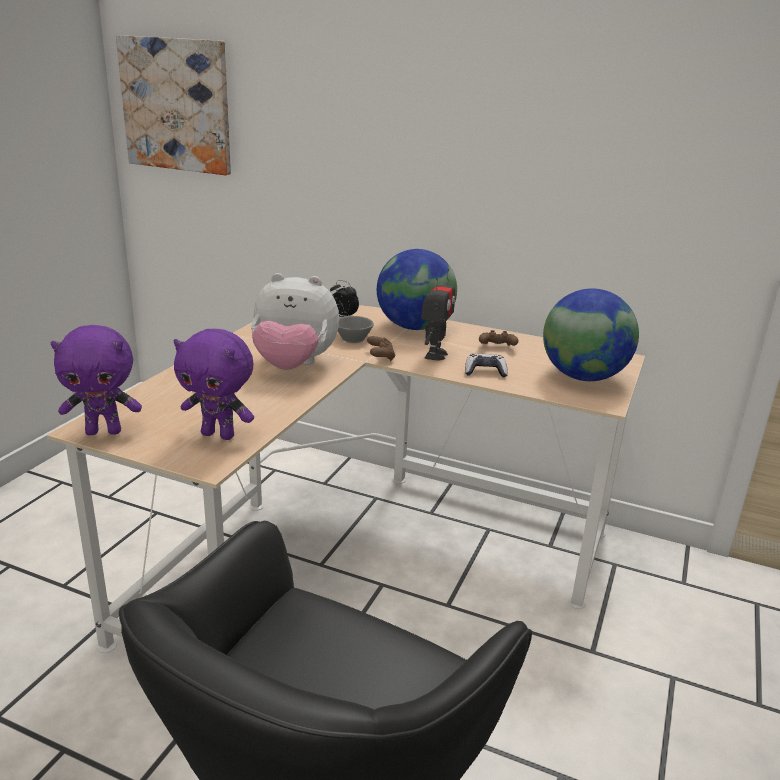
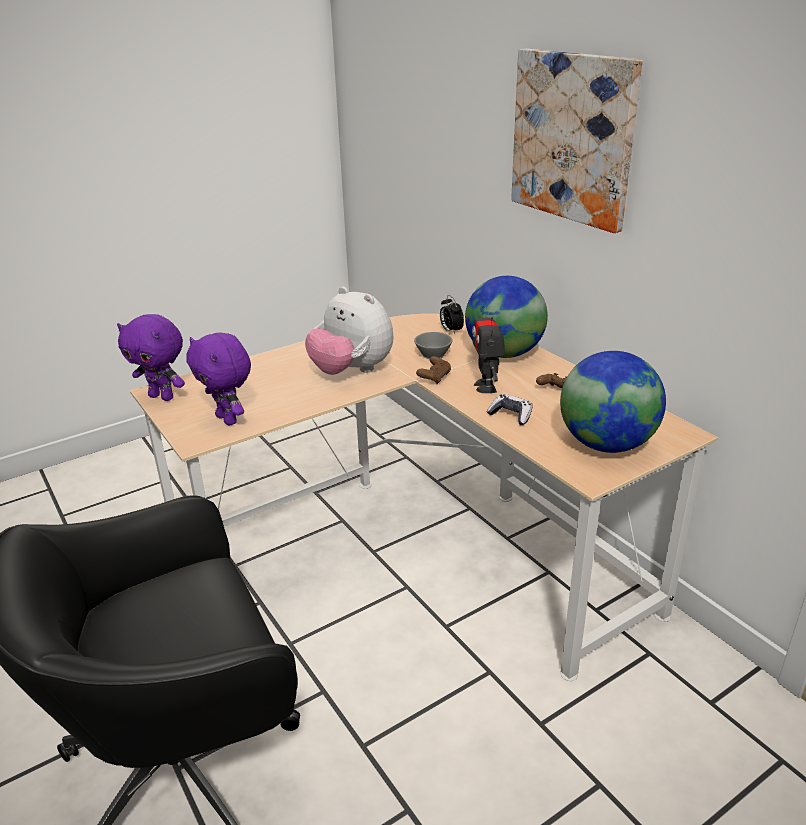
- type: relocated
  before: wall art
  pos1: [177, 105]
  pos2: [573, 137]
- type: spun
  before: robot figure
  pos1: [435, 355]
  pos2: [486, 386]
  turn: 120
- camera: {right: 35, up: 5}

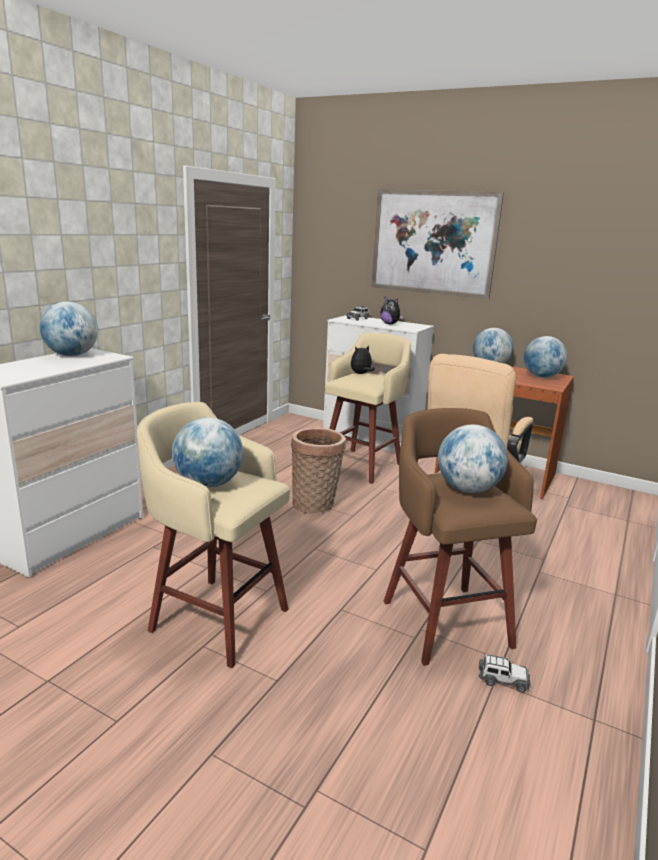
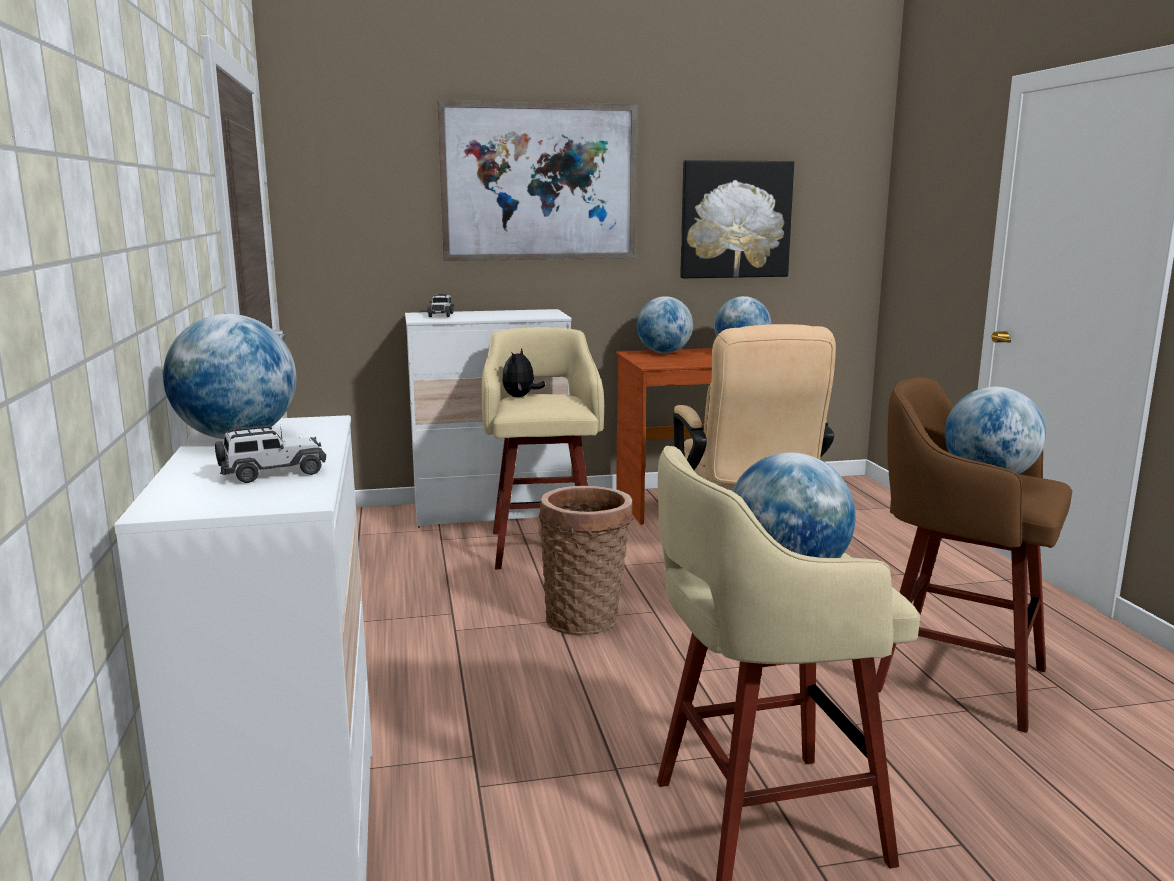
- type: missing
  before: cuddly toy
  pos1: [390, 324]
- type: relocated
  before: miniature car
  pos1: [503, 680]
  pos2: [273, 473]
- type: appeared
  after: wall art
  pos2: [735, 219]
- camera: {right: -40, up: -5}

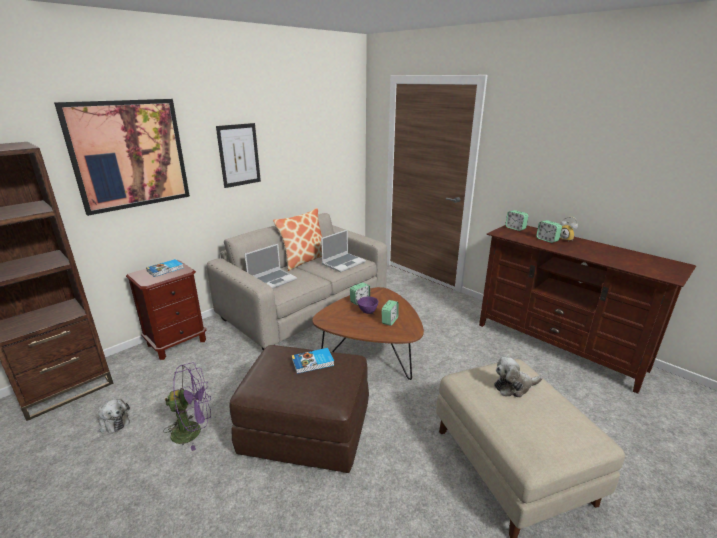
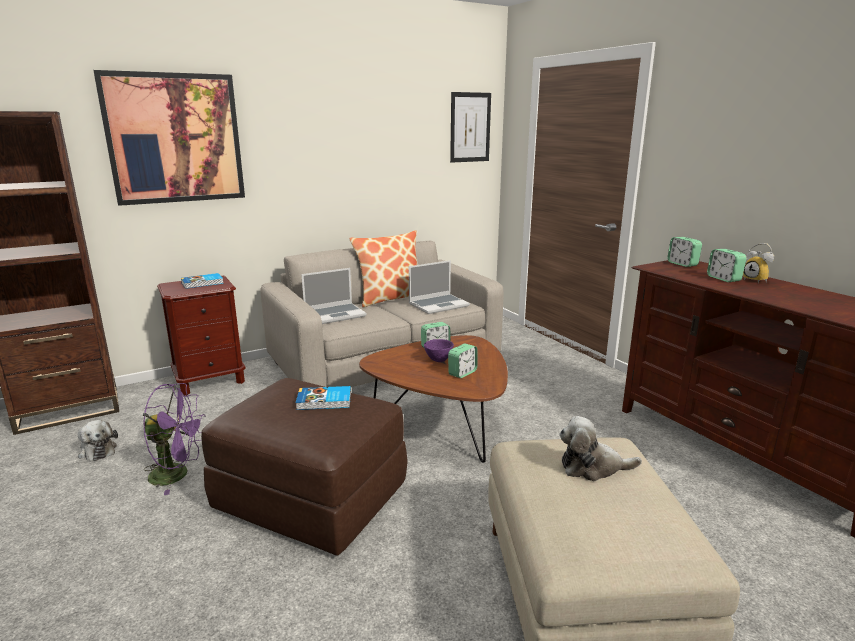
- type: relocated
  before: wall art
  pos1: [239, 155]
  pos2: [470, 127]
- camera: {right: 15, up: -5}

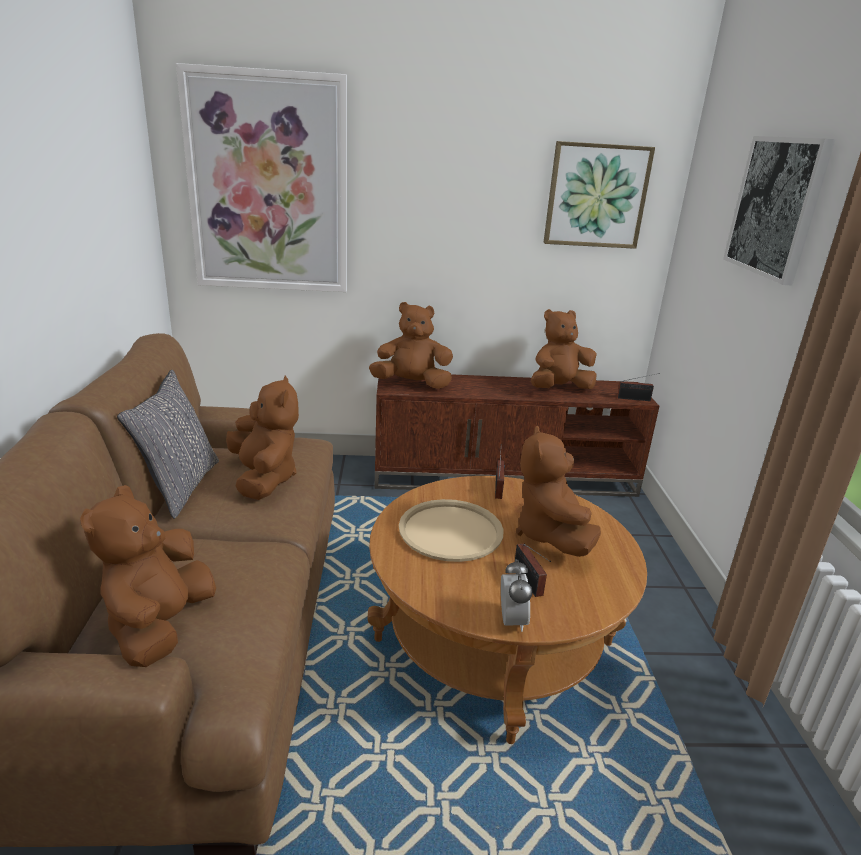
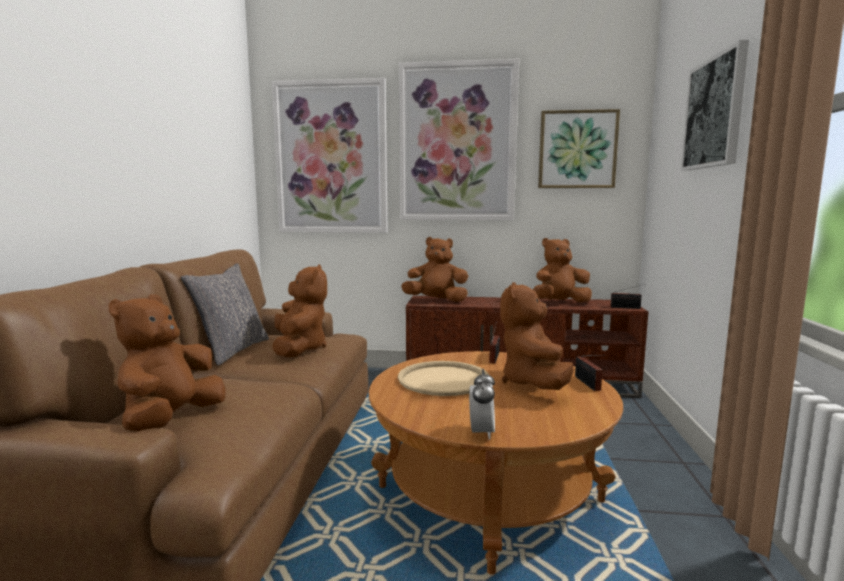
- type: relocated
  before: radio receiver
  pos1: [528, 582]
  pos2: [588, 384]
- type: appeared
  after: wall art
  pos2: [457, 143]
- camera: {right: 10, up: -15}

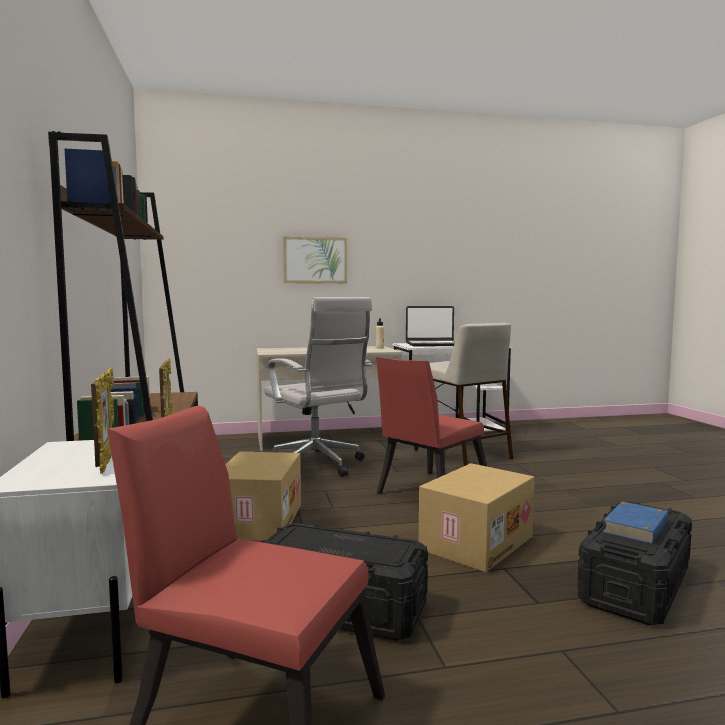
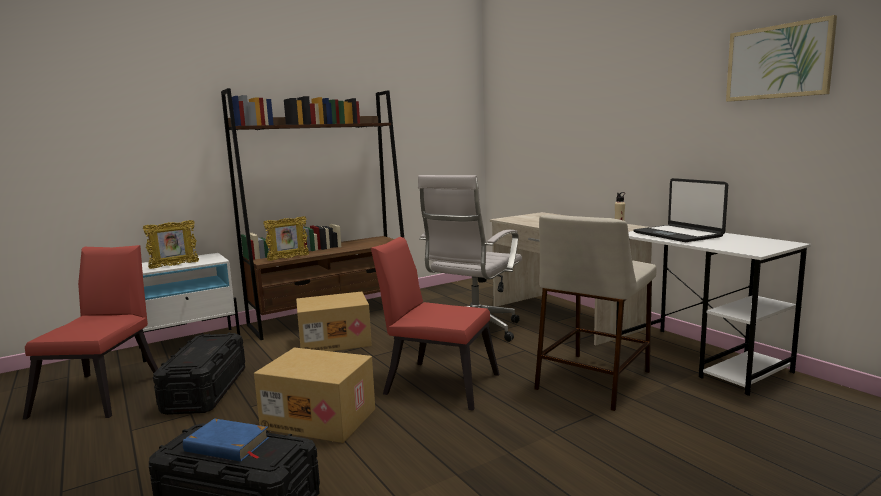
- type: relocated
  before: wall art
  pos1: [315, 260]
  pos2: [778, 62]
- camera: {right: 70, up: 5}

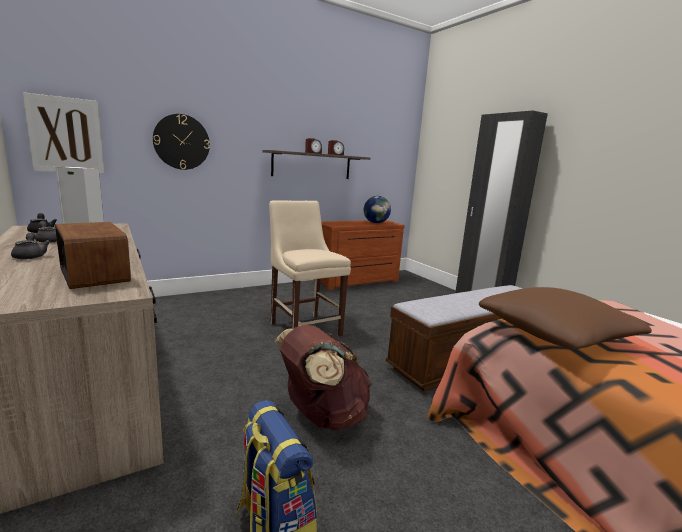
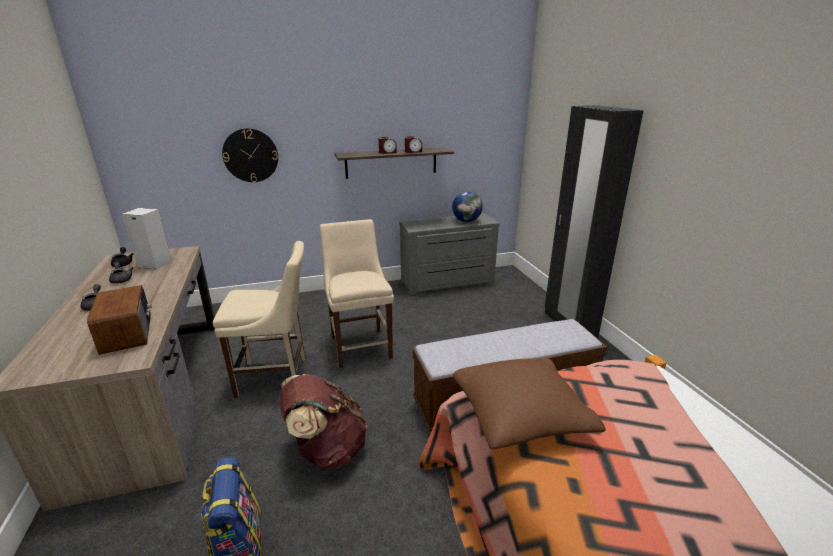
- type: missing
  before: wall art
  pos1: [66, 135]
- type: colour
  before: brownish chest of drawers
  after: greyish chest of drawers
  pos1: [358, 281]
  pos2: [448, 282]
- type: appeared
  after: beige-coloured plain chair
  pos2: [276, 376]
- camera: {right: 15, up: 10}

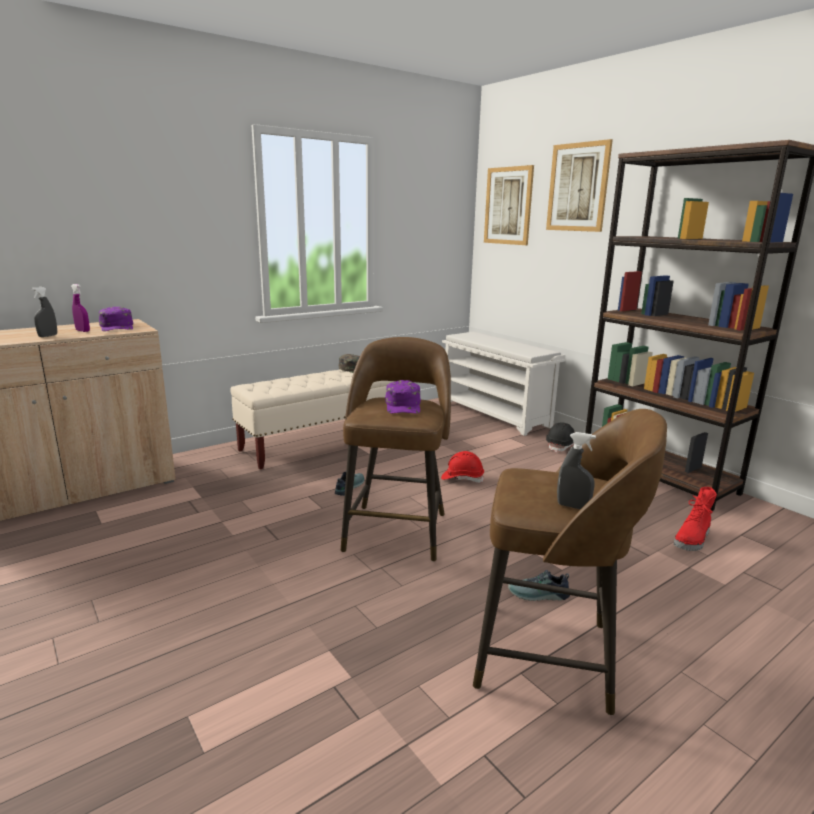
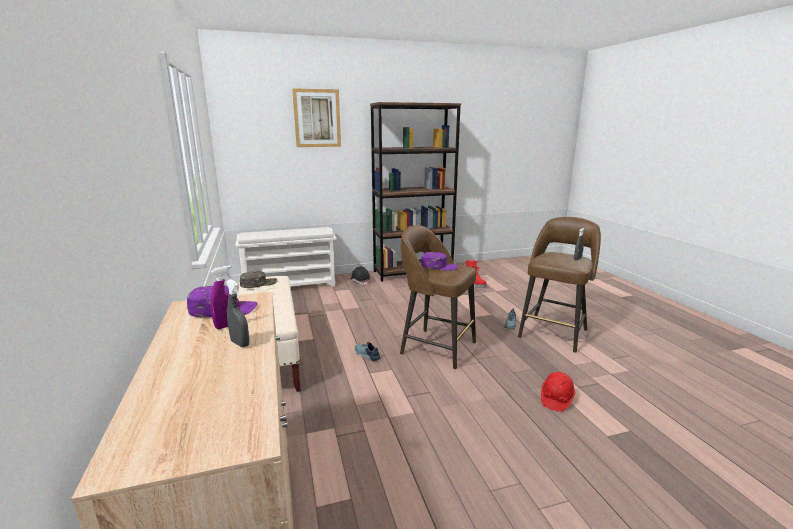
- type: relocated
  before: red work helmet
  pos1: [462, 478]
  pos2: [556, 399]
- type: missing
  before: wall art
  pos1: [508, 206]
- camera: {right: -70, up: 0}

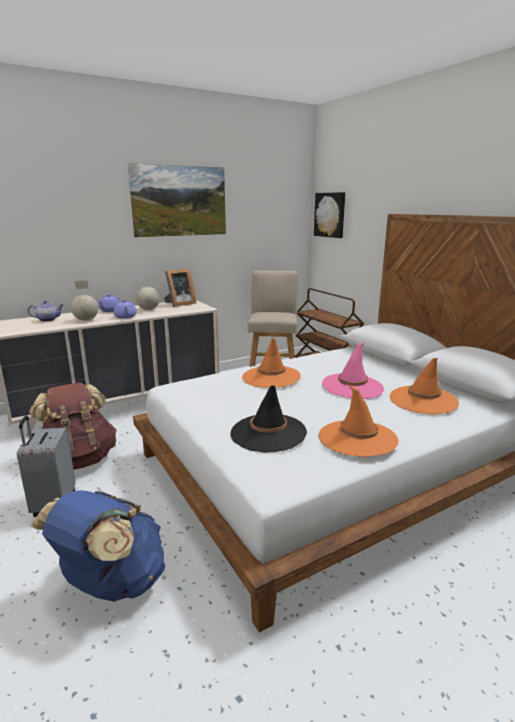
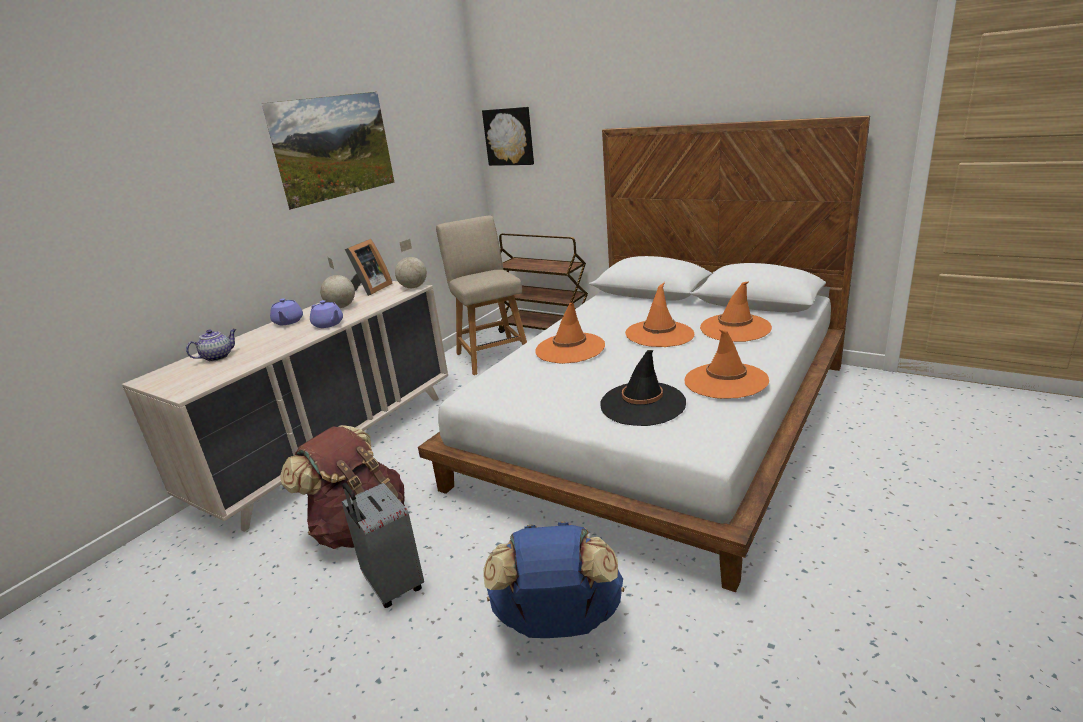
- type: relocated
  before: desk globe
  pos1: [86, 320]
  pos2: [414, 287]
- type: colour
  before: pink-coloured hat
  after: orange-coloured hat
  pos1: [352, 386]
  pos2: [659, 334]
- camera: {right: -25, up: 5}

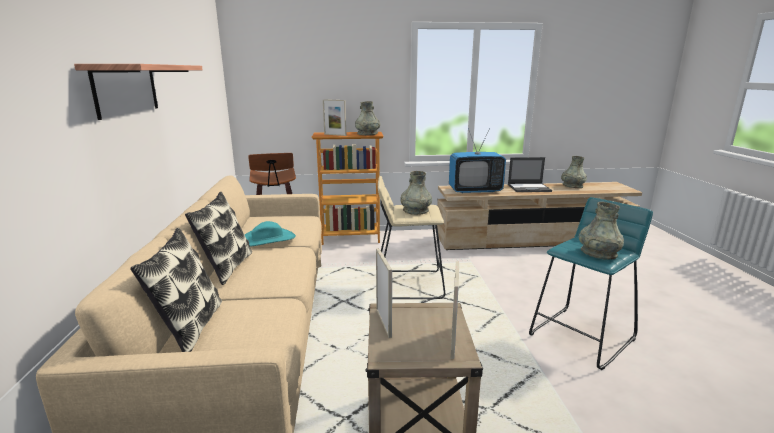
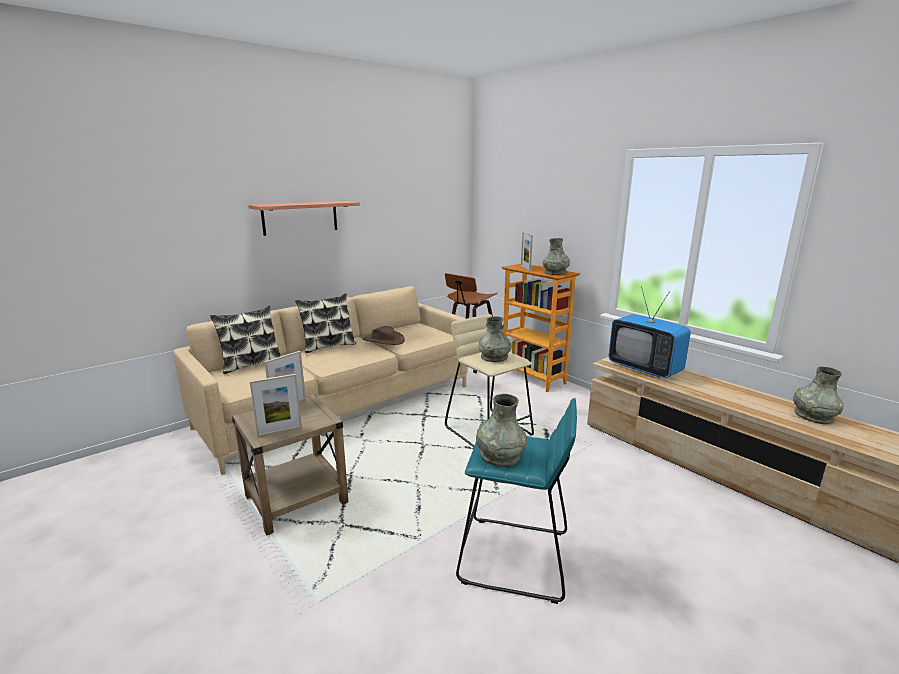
- type: colour
  before: blue-green hat
  after: brownish hat
  pos1: [268, 239]
  pos2: [383, 340]
- type: missing
  before: laptop
  pos1: [529, 188]
- camera: {right: 55, up: 0}

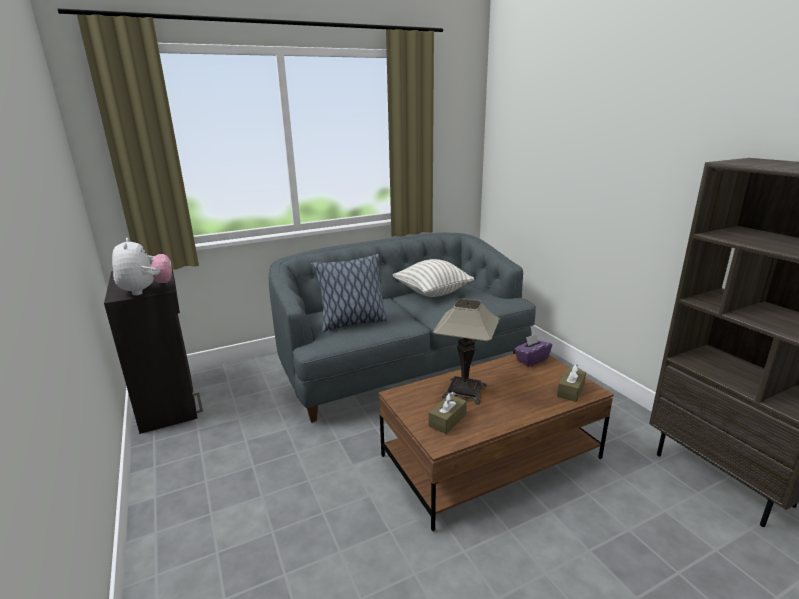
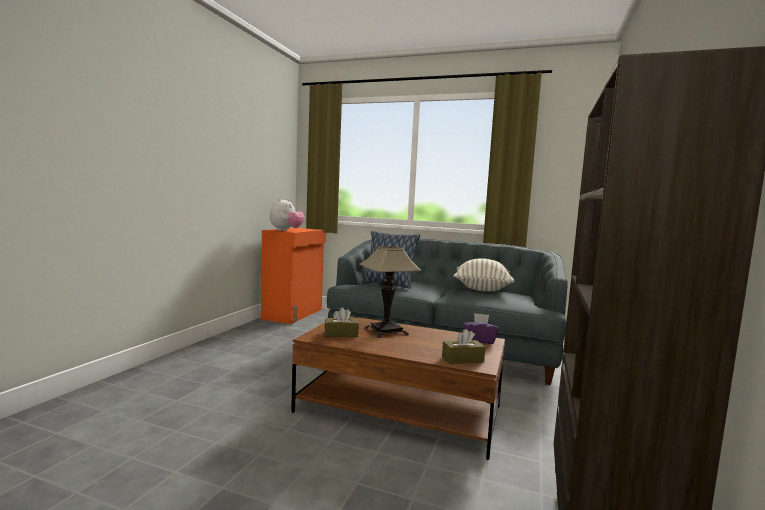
- type: colour
  before: blackish storage cabinet
  after: orange-coloured storage cabinet
  pos1: [169, 400]
  pos2: [294, 314]
- camera: {right: 45, up: -15}

